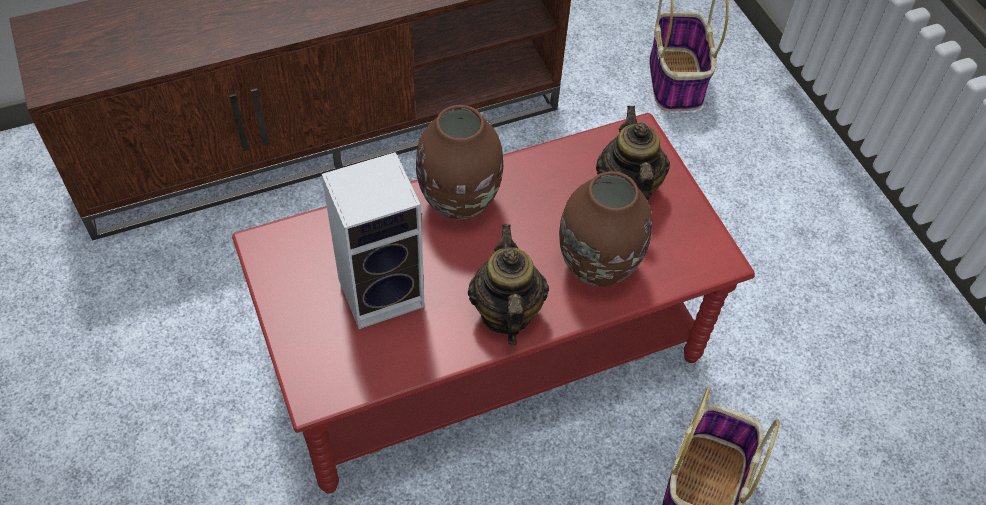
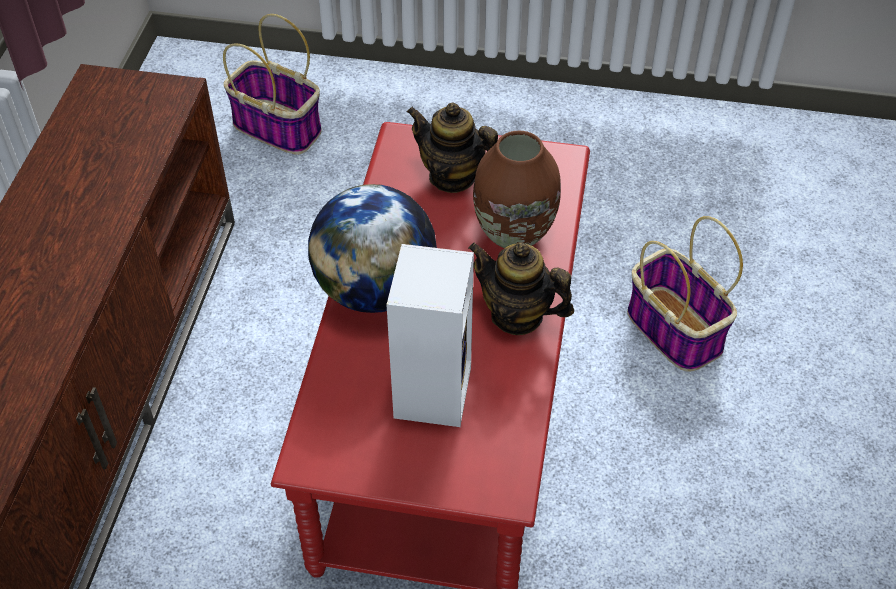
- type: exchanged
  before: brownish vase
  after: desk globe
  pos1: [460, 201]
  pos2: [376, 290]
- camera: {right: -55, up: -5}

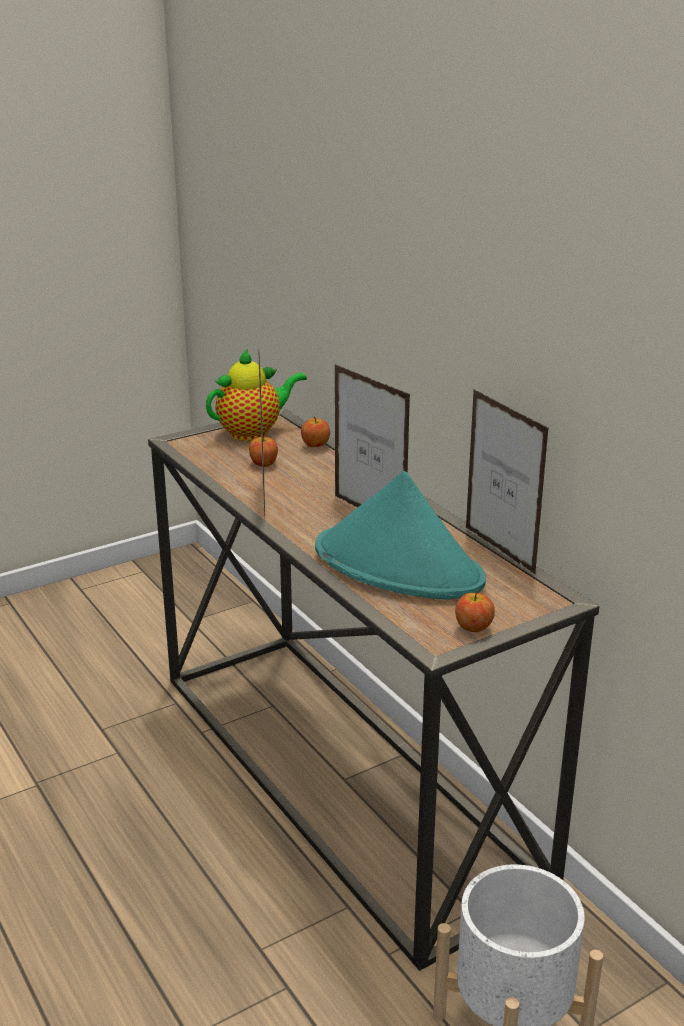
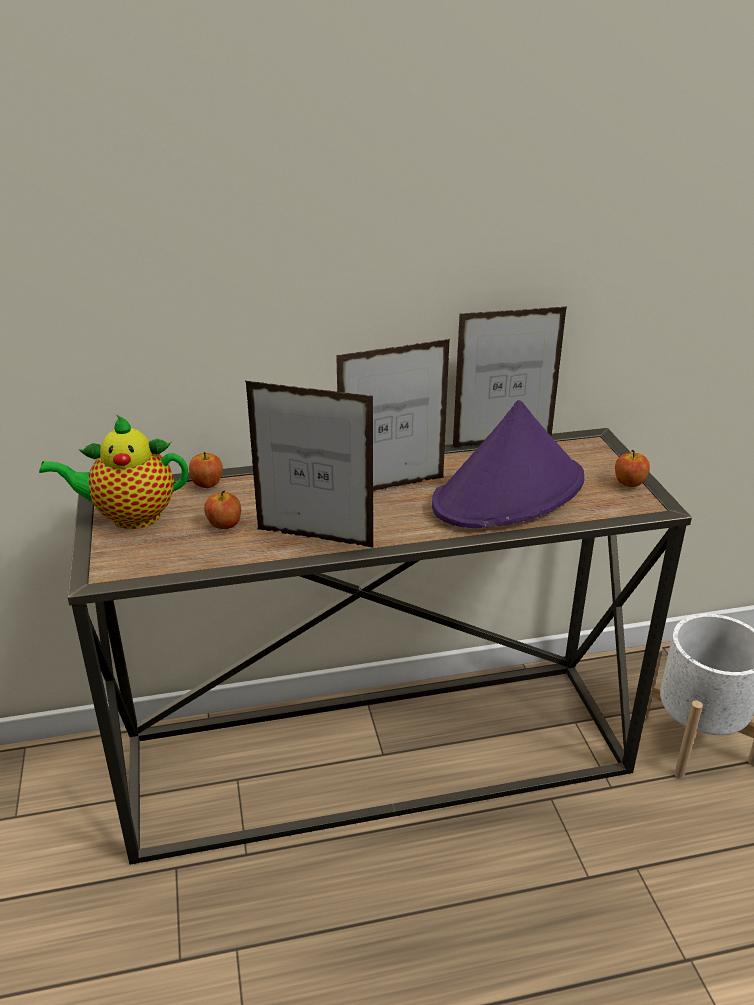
- type: spun
  before: pot for tea
  pos1: [253, 432]
  pos2: [129, 516]
  turn: -90
- type: colour
  before: blue-green hat
  after: purple hat
  pos1: [399, 565]
  pos2: [509, 493]
- camera: {right: -70, up: 5}

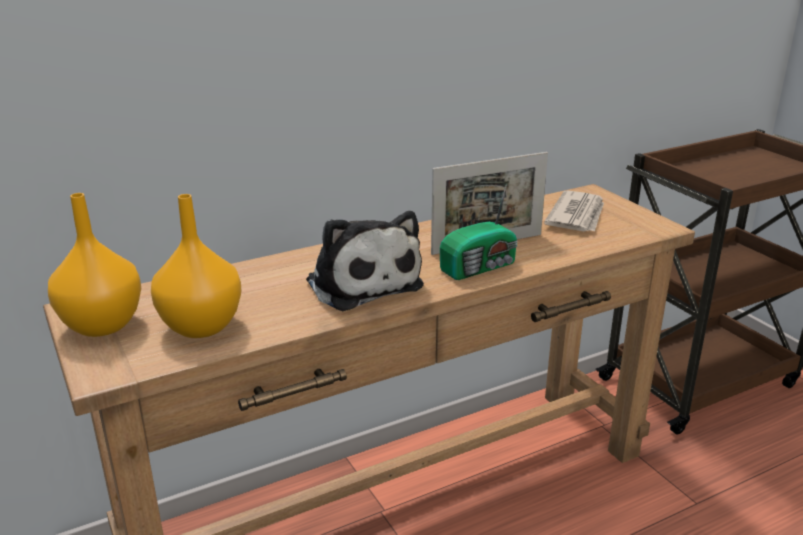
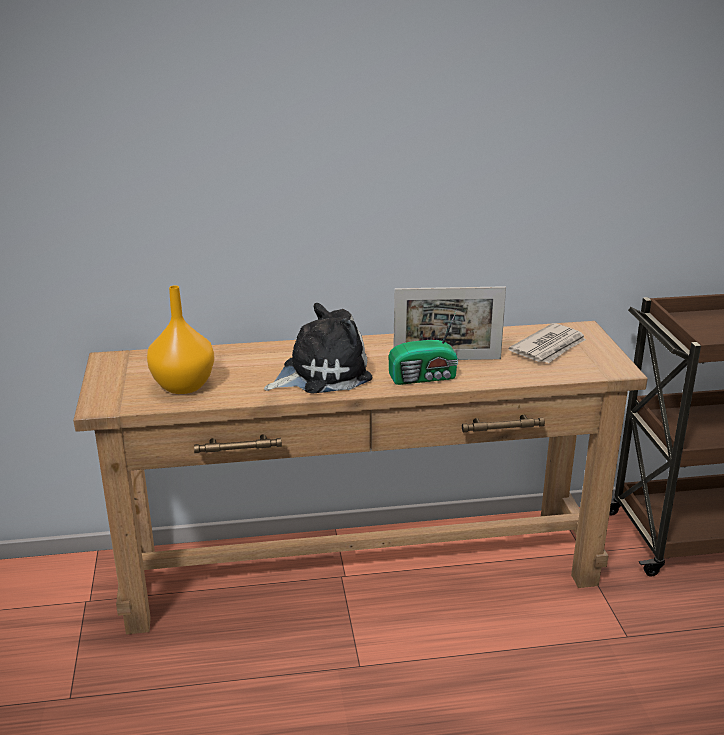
- type: missing
  before: orange-coloured vase
  pos1: [100, 325]
- type: spun
  before: cuddly toy
  pos1: [361, 282]
  pos2: [321, 374]
  turn: -105
- camera: {right: 20, up: 0}

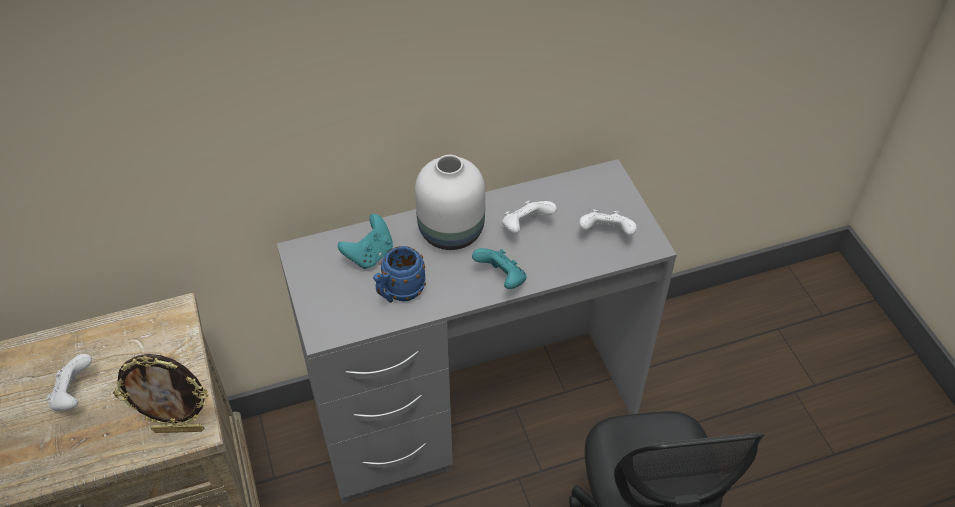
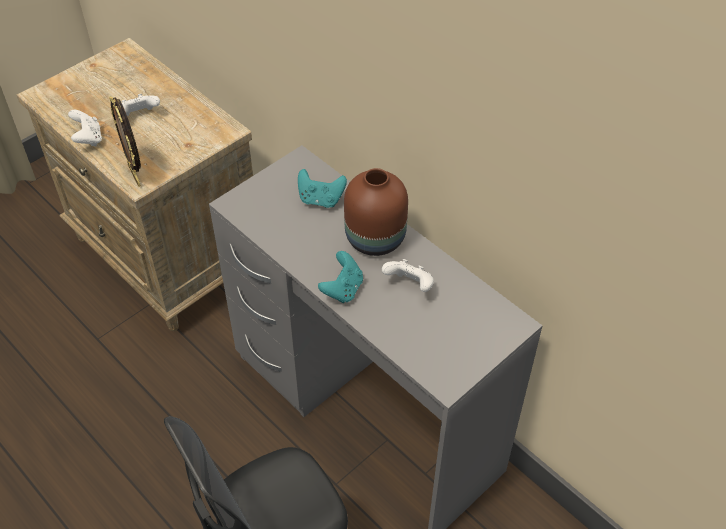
- type: missing
  before: blue mug
  pos1: [399, 293]
- type: colour
  before: whitish vase
  after: brownish vase
  pos1: [451, 233]
  pos2: [373, 239]
- type: relocated
  before: whitish joypad
  pos1: [606, 235]
  pos2: [88, 139]
- camera: {right: 65, up: 0}

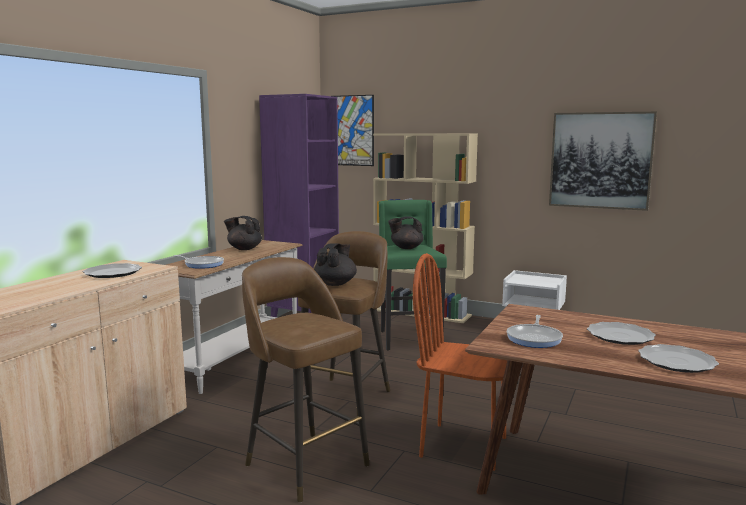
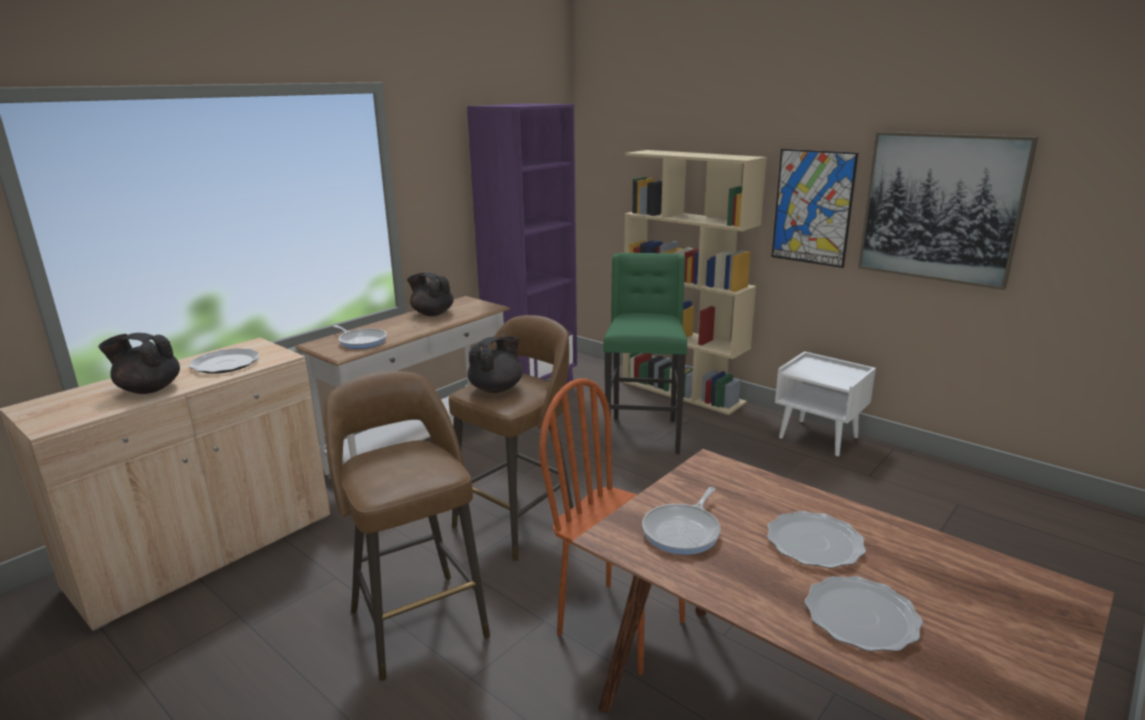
- type: relocated
  before: wall art
  pos1: [352, 130]
  pos2: [812, 207]
- type: relocated
  before: blackish pot for tea
  pos1: [406, 248]
  pos2: [149, 389]
- camera: {right: 15, up: 10}

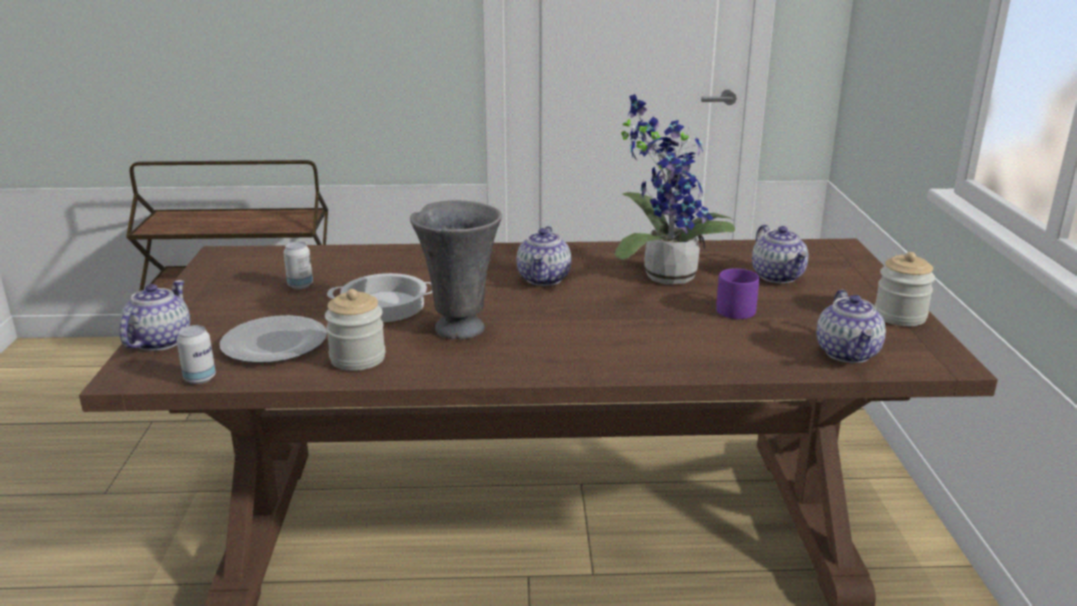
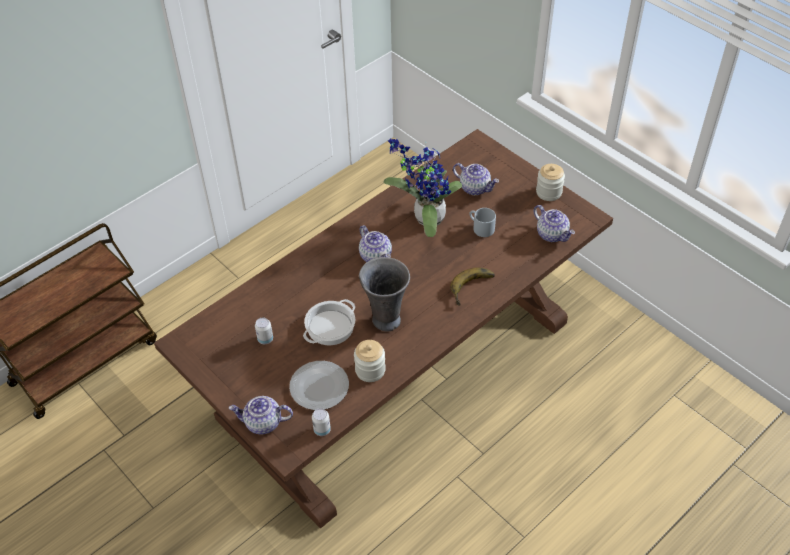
- type: spun
  before: pot for tea
  pos1: [159, 341]
  pos2: [263, 423]
  turn: -60
- type: colour
  before: purple mug
  after: greyish mug
  pos1: [732, 308]
  pos2: [480, 228]
- type: appeared
  after: banana
  pos2: [474, 289]
- camera: {right: -40, up: 25}

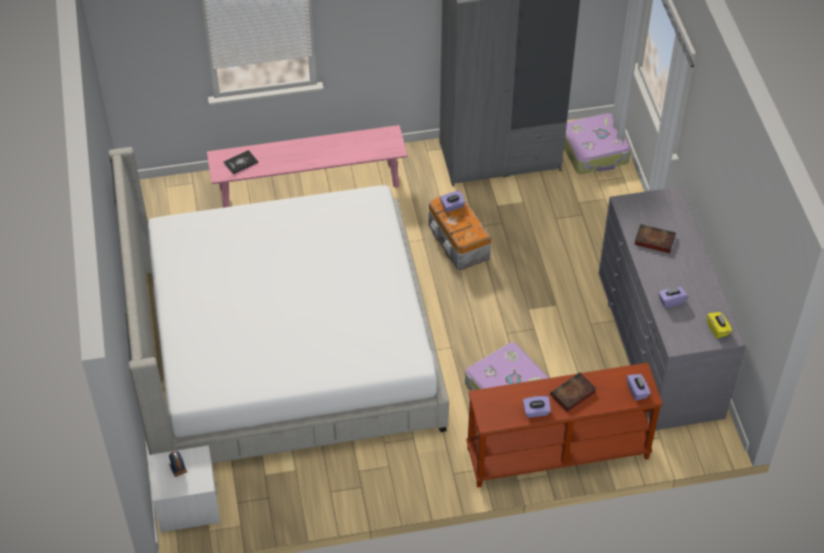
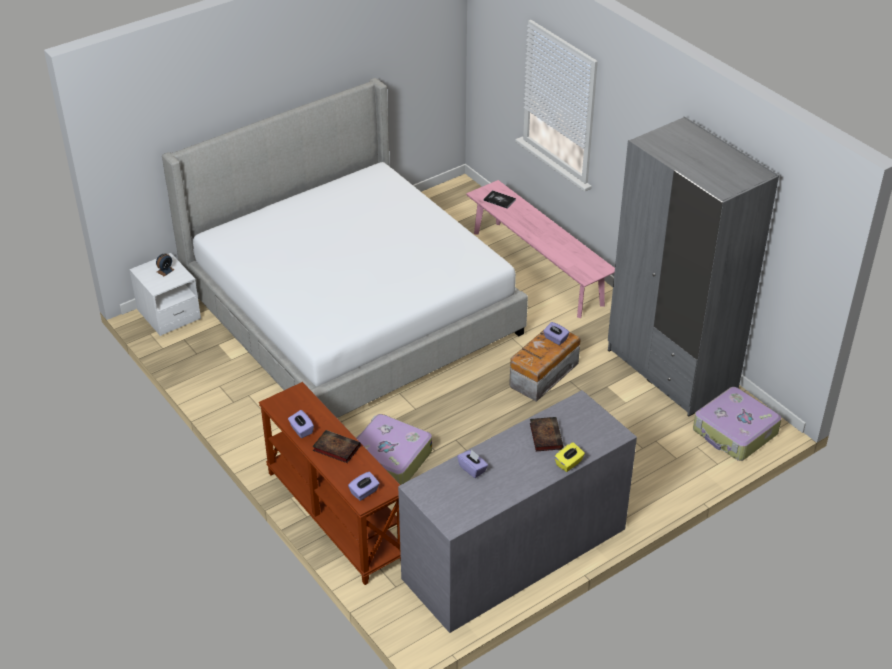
- type: relocated
  before: yellowish tissue holder
  pos1: [718, 329]
  pos2: [569, 463]
- camera: {right: 65, up: -10}

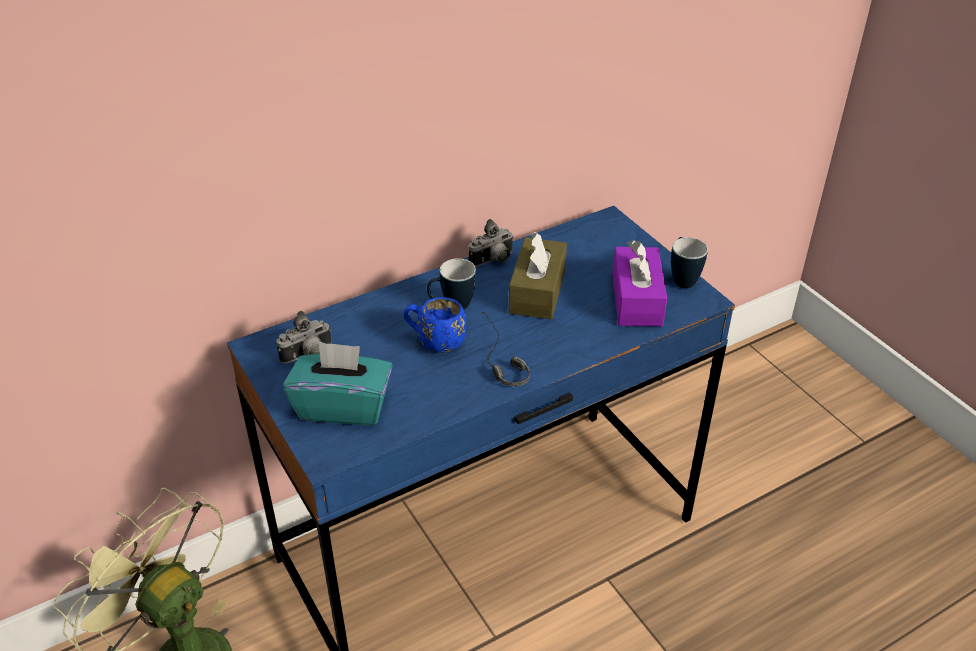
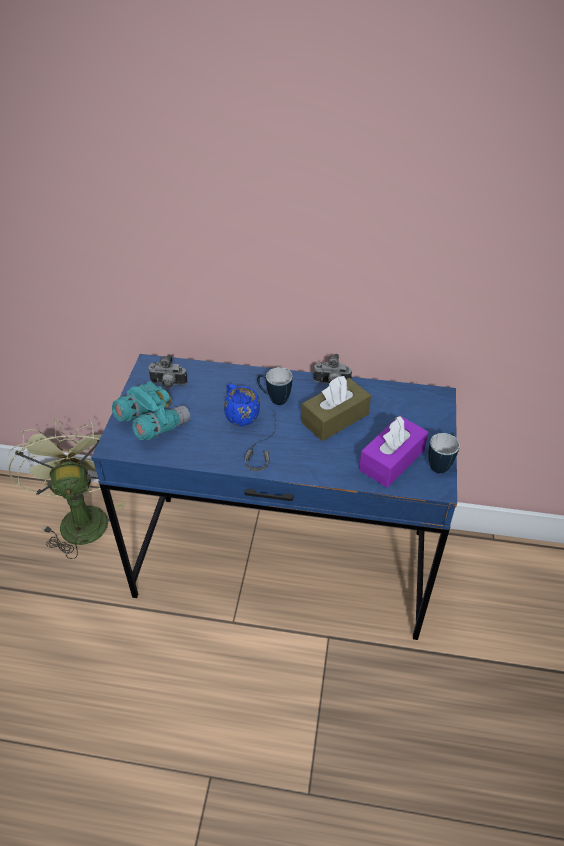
- type: exchanged
  before: blue-green tissue holder
  after: blue-green field glasses
  pos1: [343, 406]
  pos2: [152, 423]
- camera: {right: 40, up: 5}

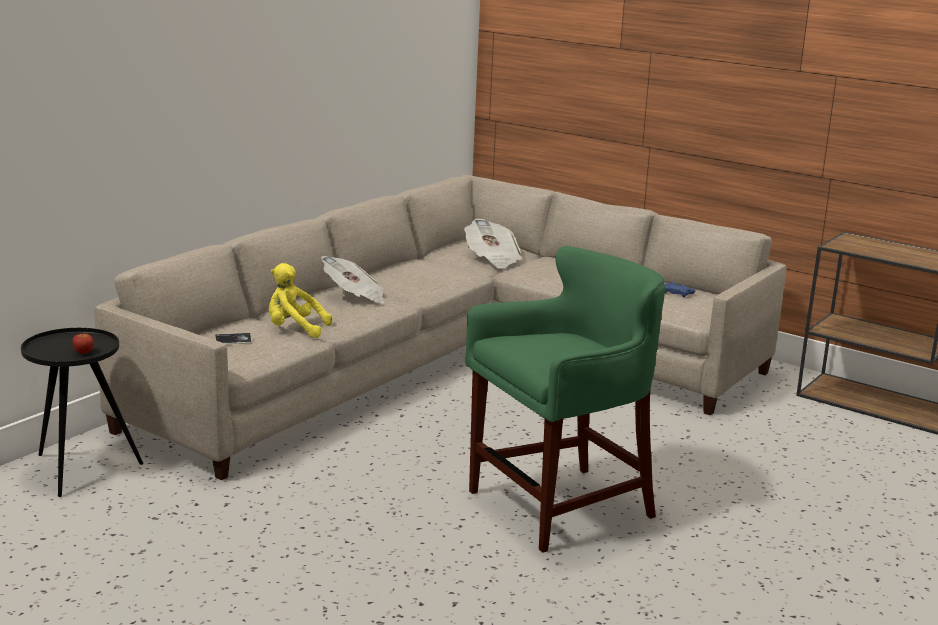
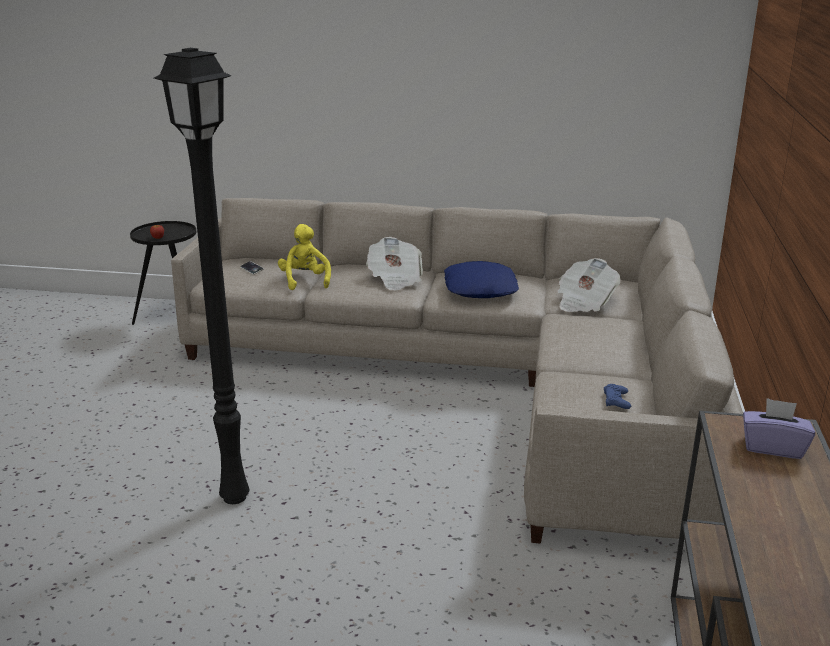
- type: exchanged
  before: greenish stool
  after: blackish floor lamp
  pos1: [559, 507]
  pos2: [234, 499]
- type: appeared
  after: blue cushion
  pos2: [481, 289]
- type: appeared
  after: purple tissue holder
  pos2: [773, 447]
- camera: {right: 65, up: 5}

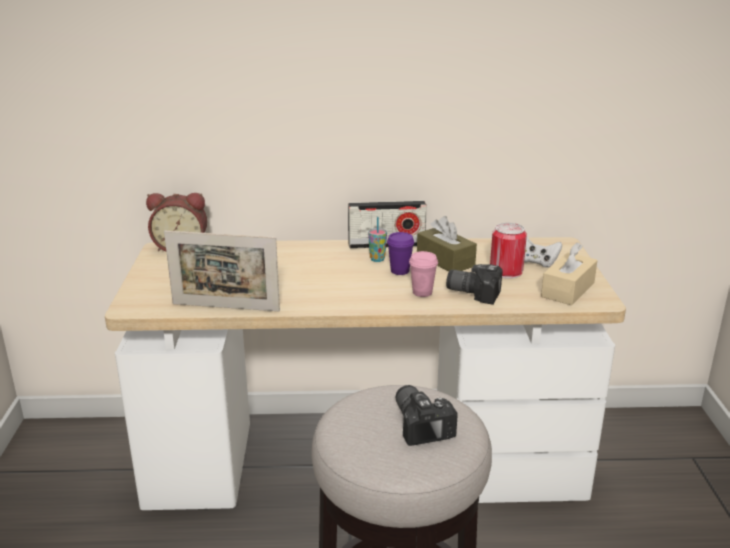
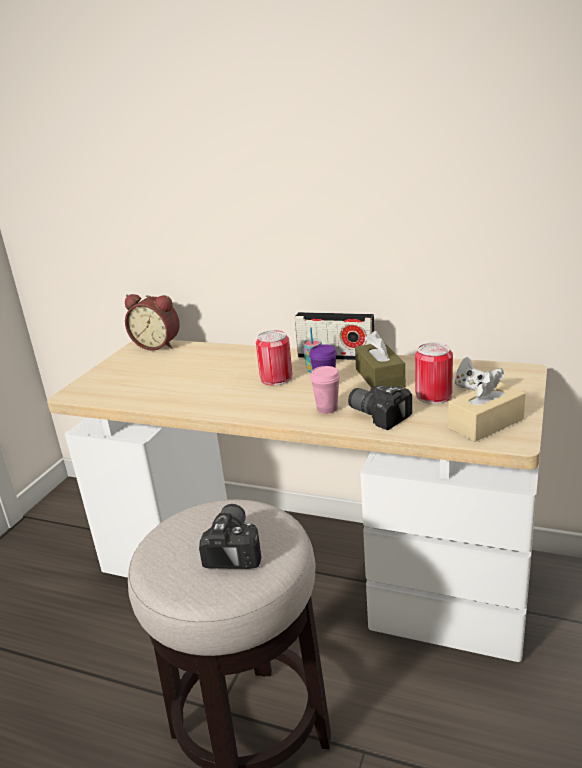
- type: missing
  before: standing frame
  pos1: [225, 307]
- type: appeared
  after: sealed can
  pos2: [276, 378]
- camera: {right: 25, up: 0}

